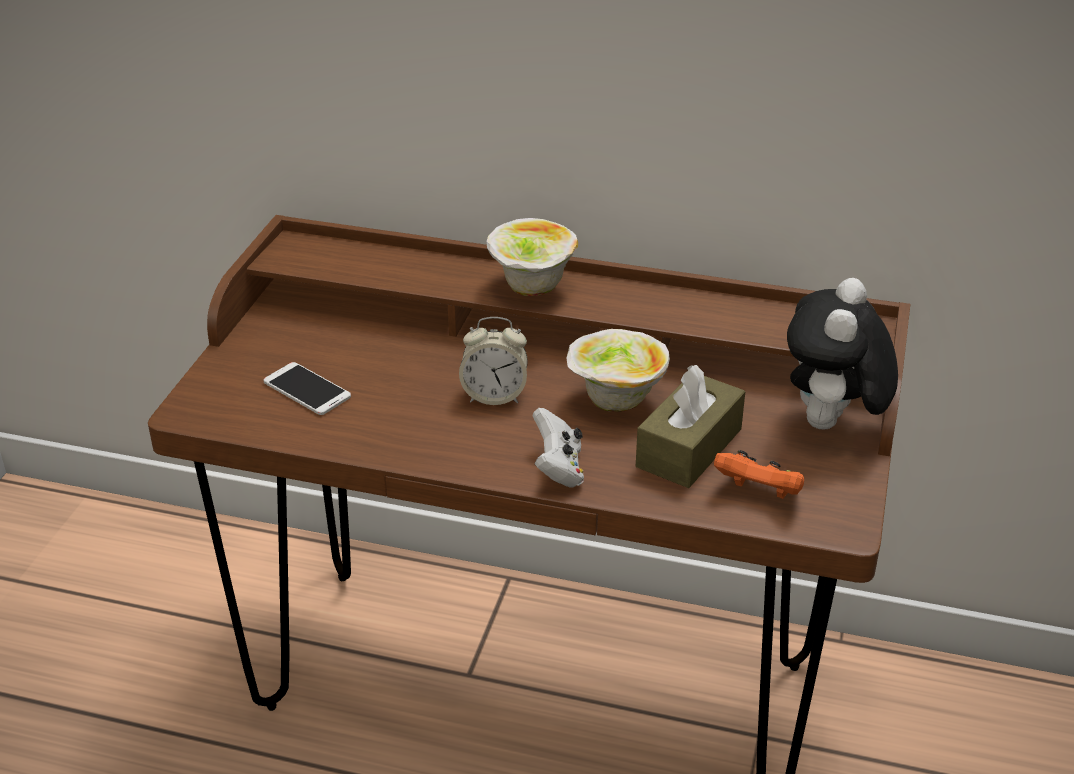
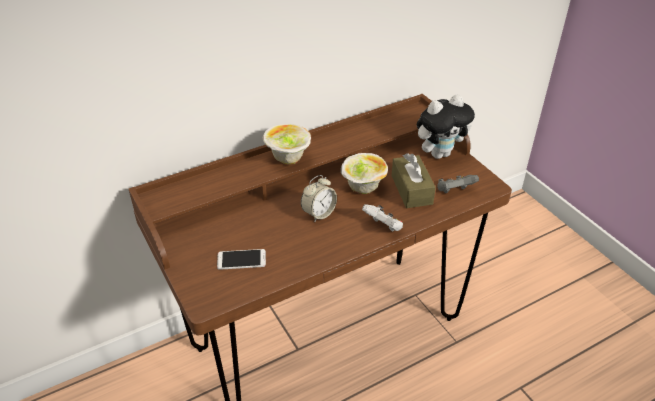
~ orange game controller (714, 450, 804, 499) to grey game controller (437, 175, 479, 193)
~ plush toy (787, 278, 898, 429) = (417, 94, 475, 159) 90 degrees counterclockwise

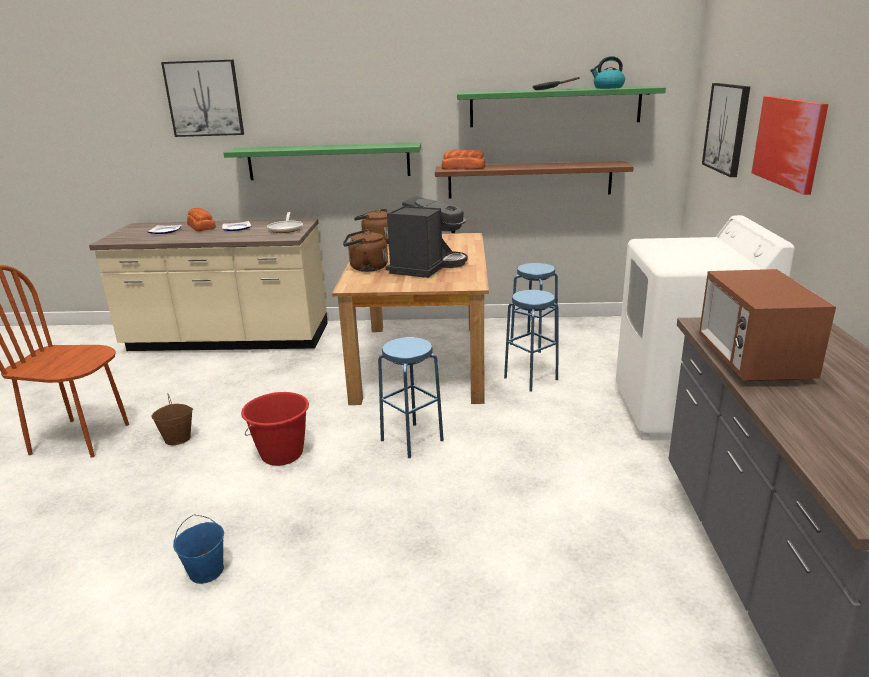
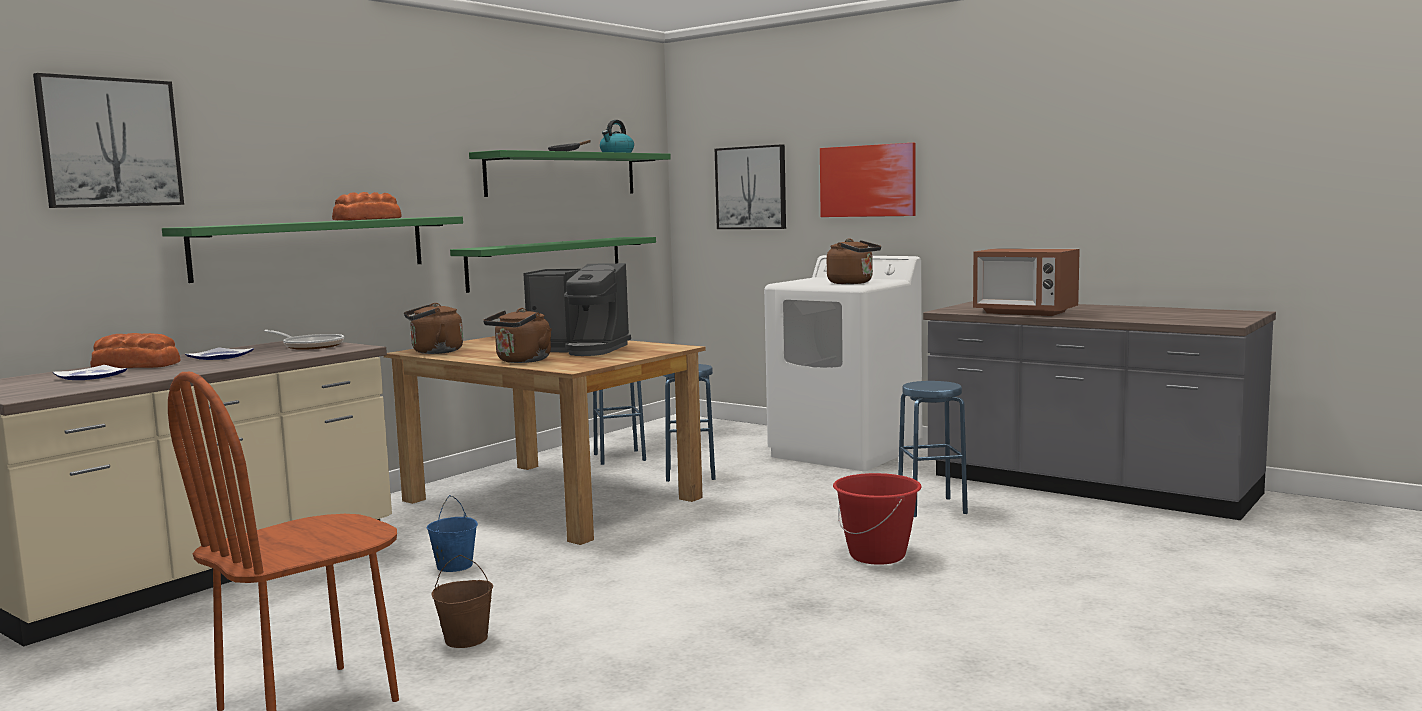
~ blue bucket (173, 515, 224, 584) to (427, 495, 478, 572)
~ red bucket (241, 392, 309, 466) to (833, 473, 922, 565)
~ blue stool (378, 337, 444, 458) to (898, 381, 968, 517)
~ coffee machine (386, 196, 468, 278) = (523, 263, 631, 356) 135 degrees clockwise
~ brown shelf (435, 161, 634, 198) to green shelf (450, 237, 656, 293)
~ bread (442, 149, 485, 170) to (332, 192, 401, 220)
+ brown kettle (827, 238, 881, 284)

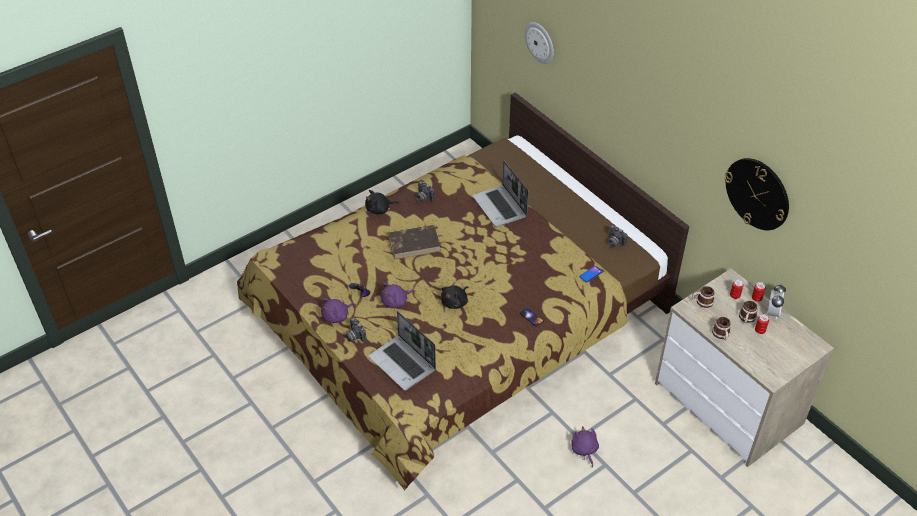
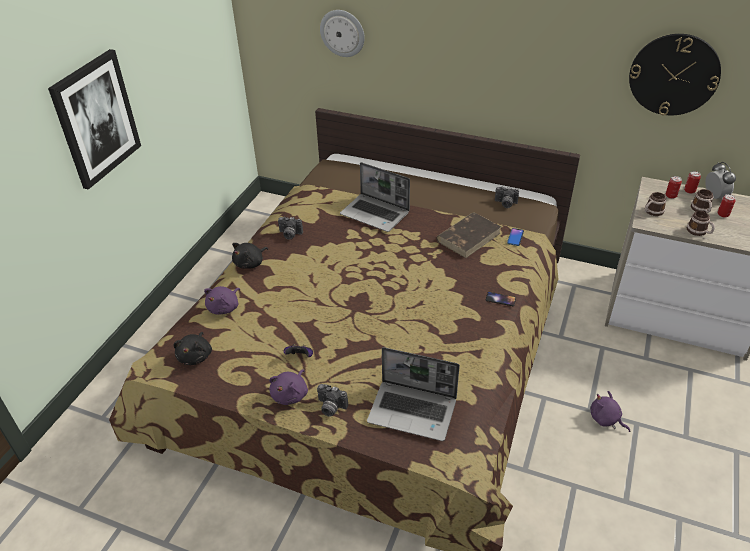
~ purple plush toy (381, 283, 415, 308) to (204, 286, 240, 315)
~ brown book (388, 225, 441, 259) to (436, 212, 501, 258)
~ black plush toy (441, 285, 469, 309) to (173, 332, 212, 365)
+ picture (48, 49, 141, 190)

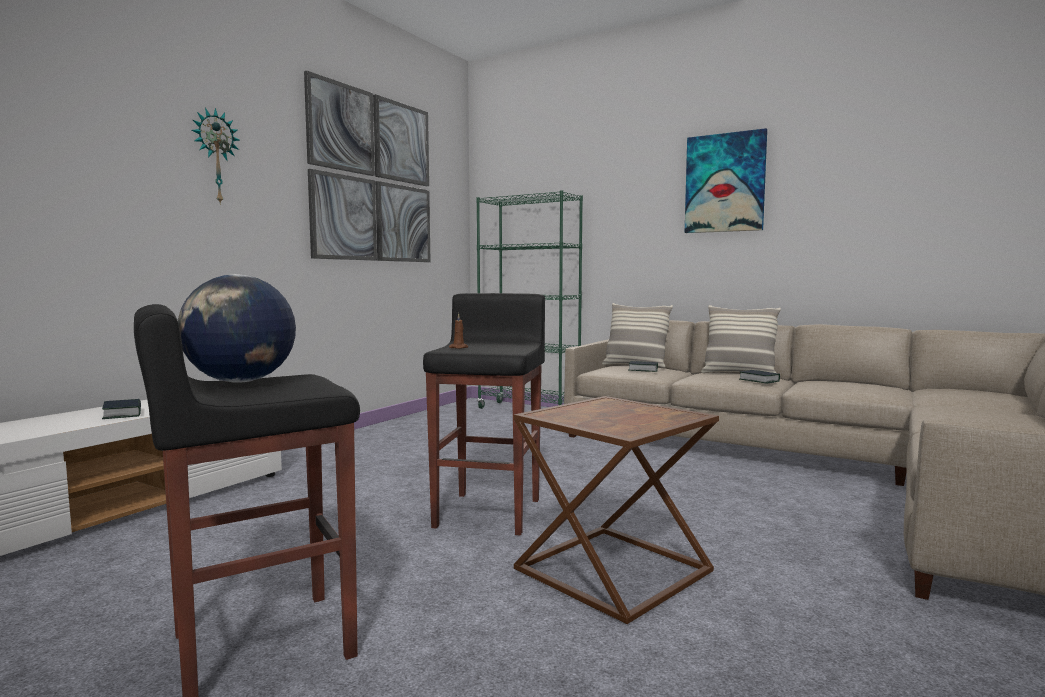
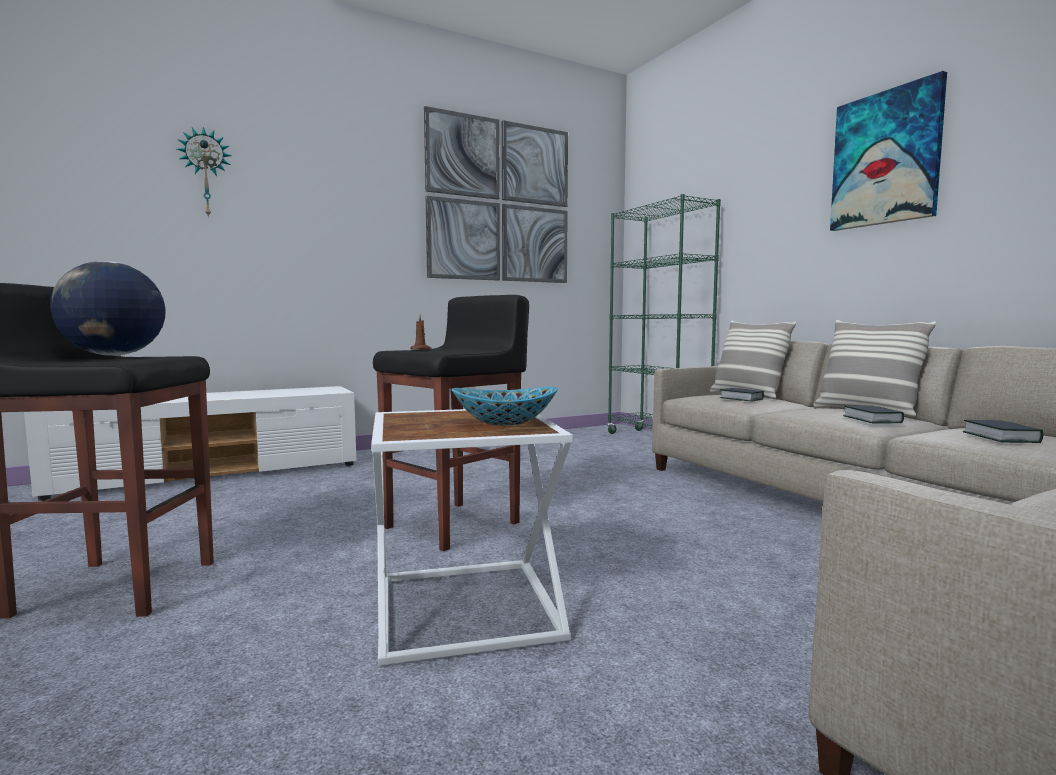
~ book (102, 399, 141, 419) to (963, 420, 1043, 443)
~ wall clock (192, 108, 239, 205) to (177, 127, 232, 218)
~ brown side table (513, 396, 719, 624) to white side table (371, 409, 573, 666)
+ bowl (452, 386, 558, 425)

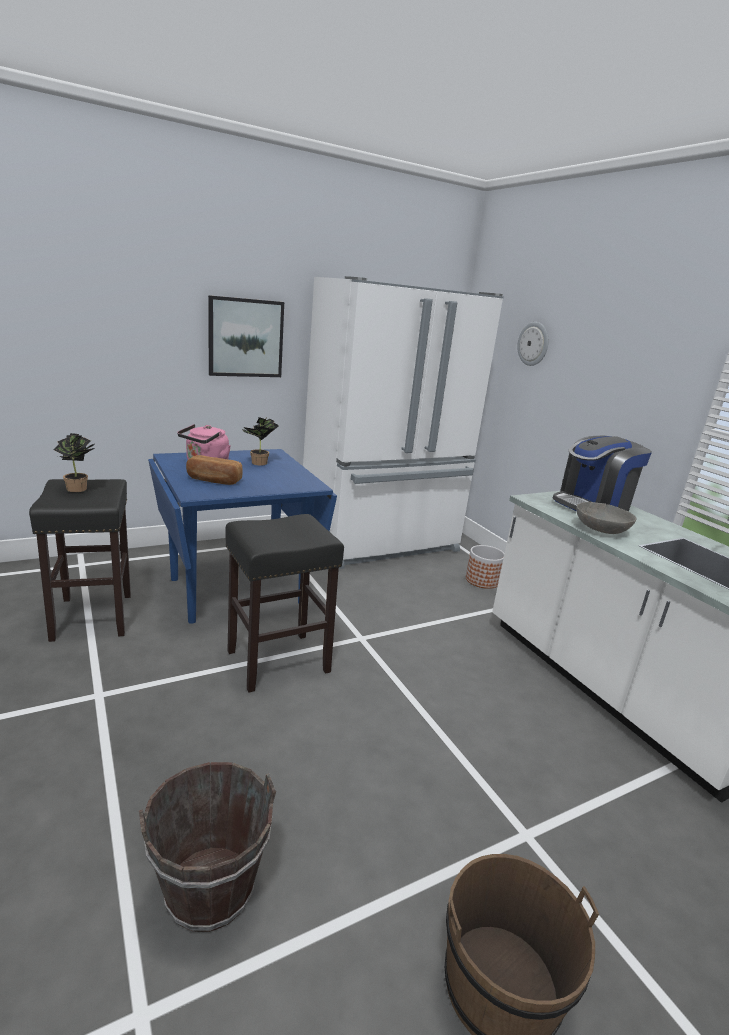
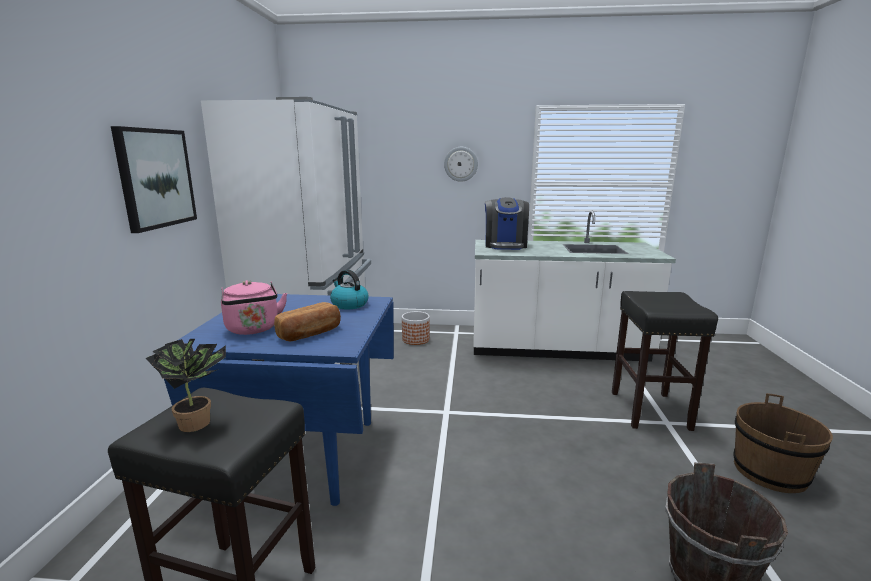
~ black stool (225, 514, 344, 693) to (612, 291, 718, 431)
- potted plant (242, 417, 279, 466)
~ wall clock (517, 322, 548, 366) to (444, 147, 478, 182)
- grey bowl (576, 502, 636, 534)
+ kettle (330, 270, 369, 310)

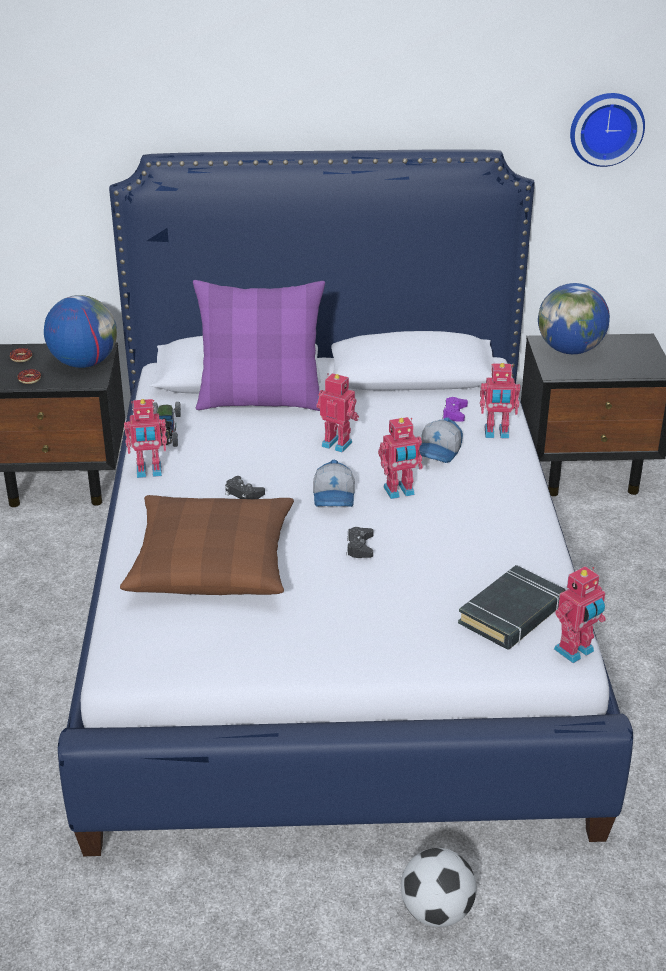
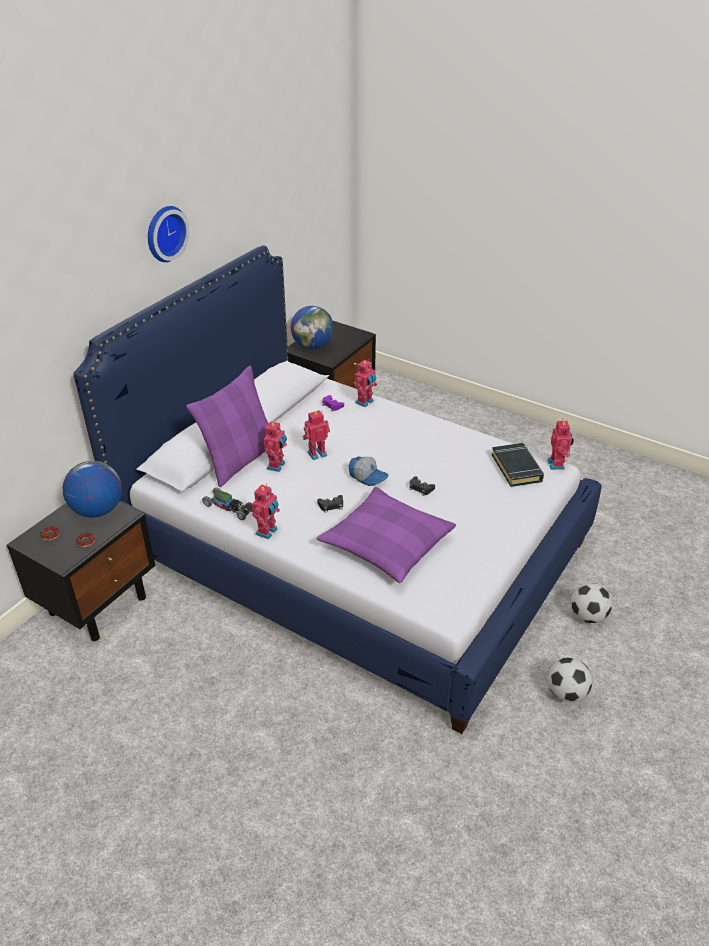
~ brown pillow (120, 495, 294, 595) to purple pillow (317, 487, 456, 583)
~ toy robot (378, 417, 423, 499) to (264, 420, 287, 472)
- cap (419, 417, 463, 463)
~ wall clock (570, 93, 645, 167) to (148, 206, 189, 262)
+ football (547, 657, 592, 702)

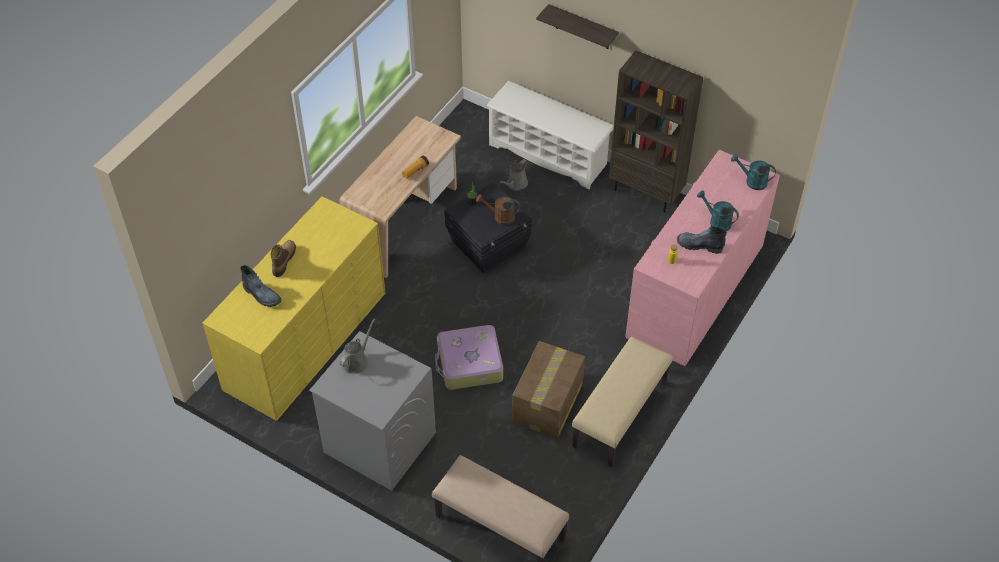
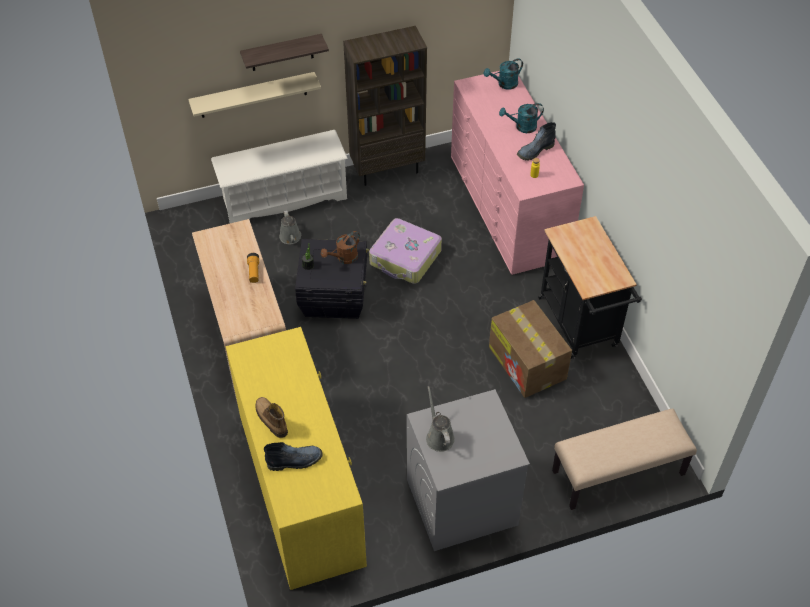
~ suitcase (435, 325, 503, 390) to (369, 218, 442, 284)
~ beige bench (572, 336, 673, 467) to black cart (538, 216, 642, 359)
+ beige shelf (188, 72, 321, 118)

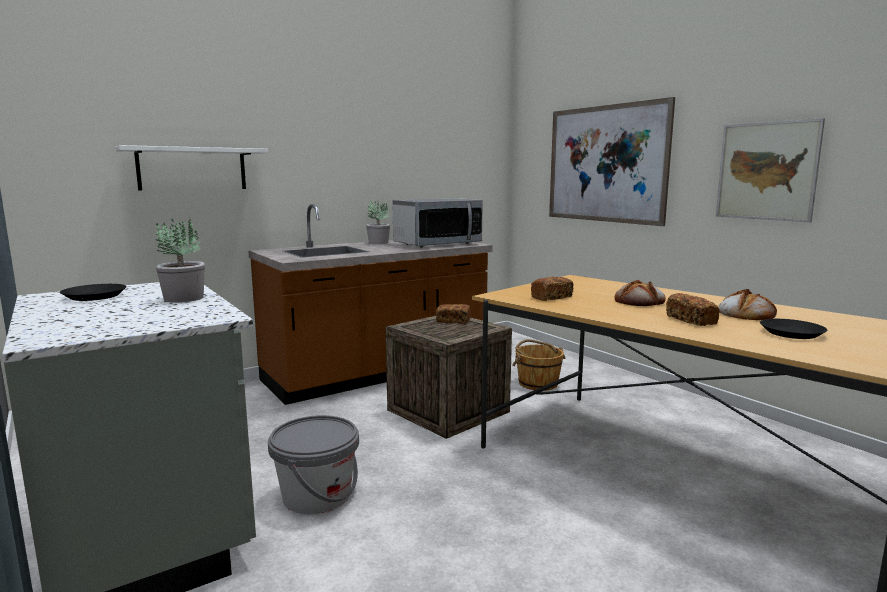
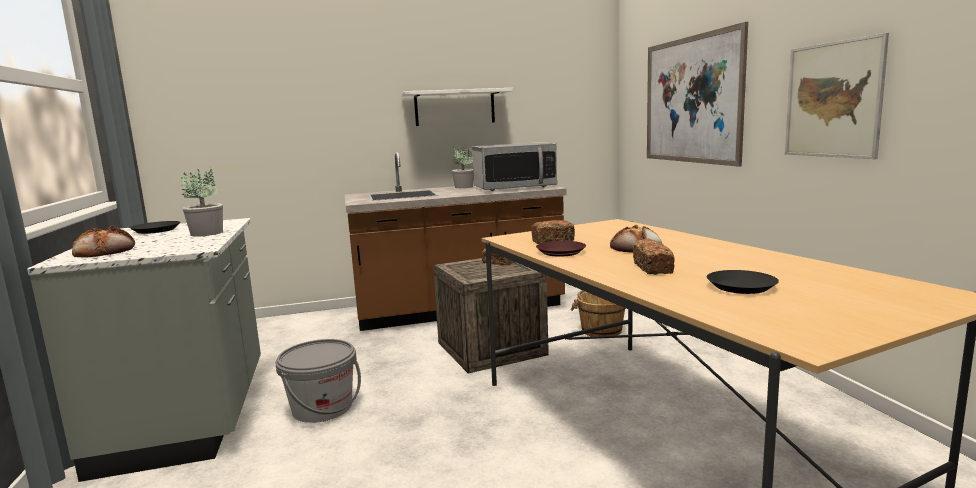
~ white shelf (115, 145, 268, 191) to (401, 88, 513, 126)
~ bread (718, 289, 777, 320) to (72, 225, 135, 258)
+ brown plate (536, 241, 586, 257)

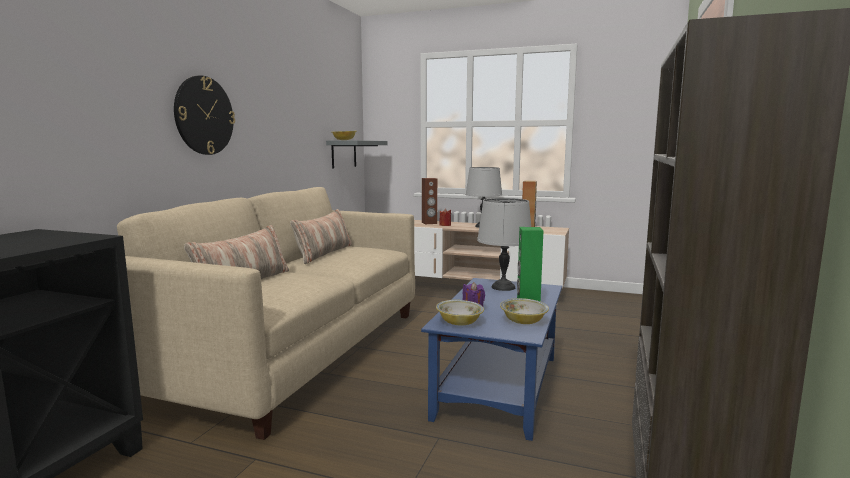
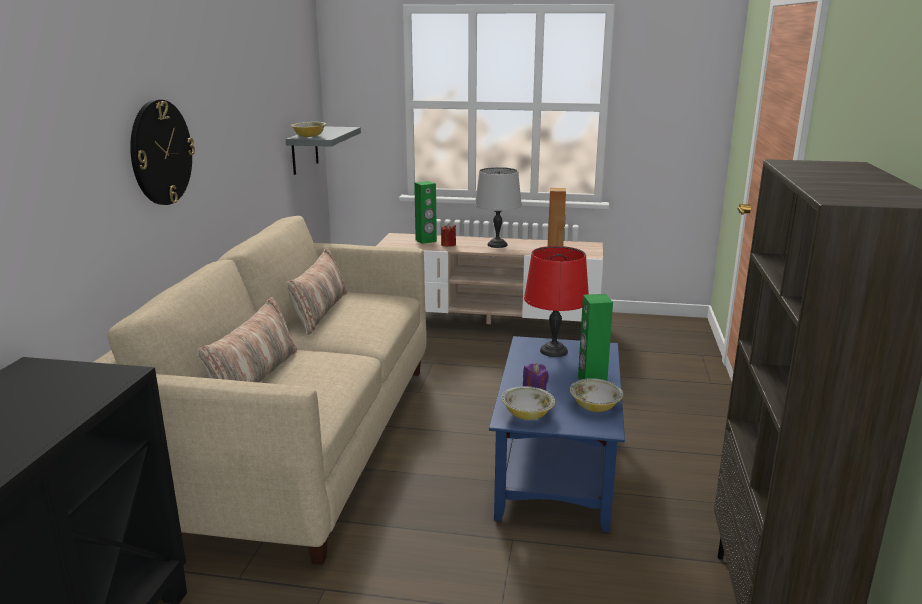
~ brown speaker (422, 178, 437, 224) to green speaker (414, 181, 437, 244)
~ grey table lamp (477, 198, 531, 291) to red table lamp (524, 246, 589, 357)

